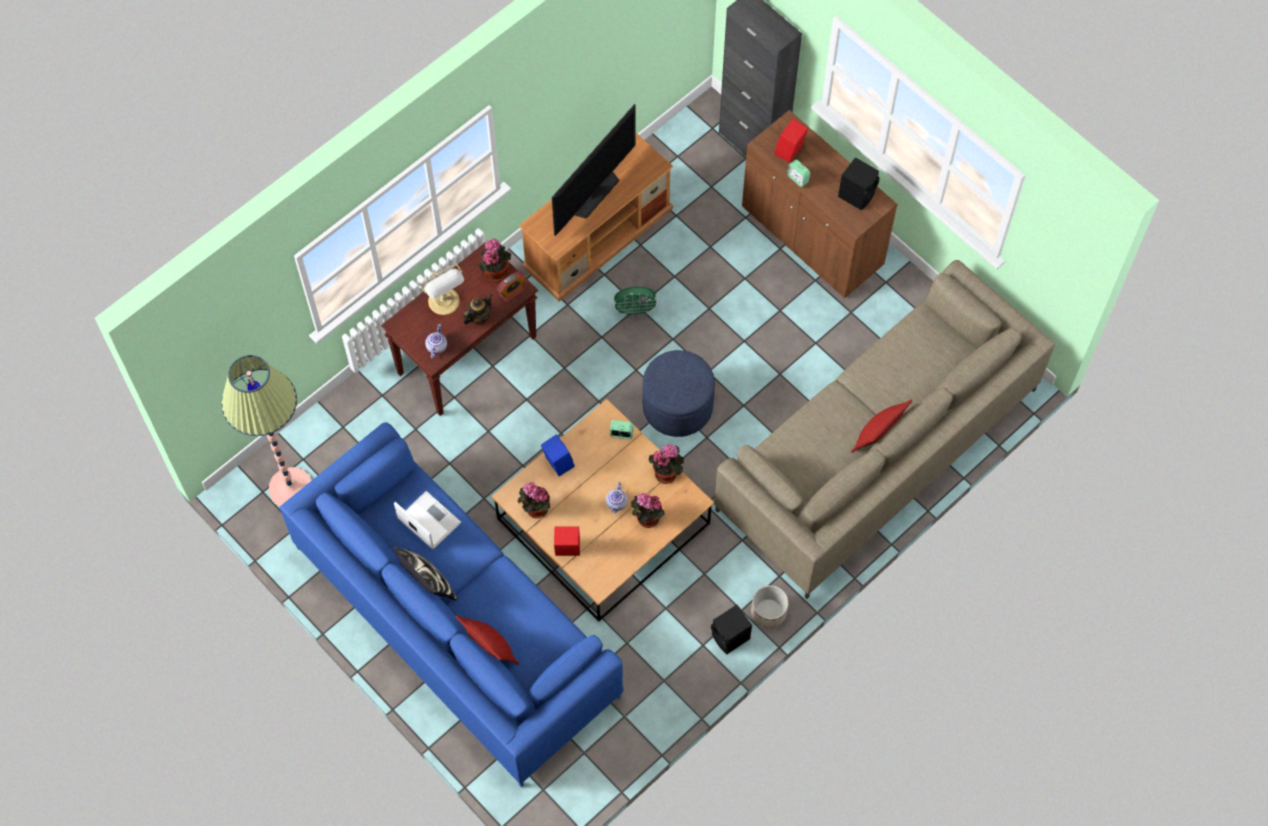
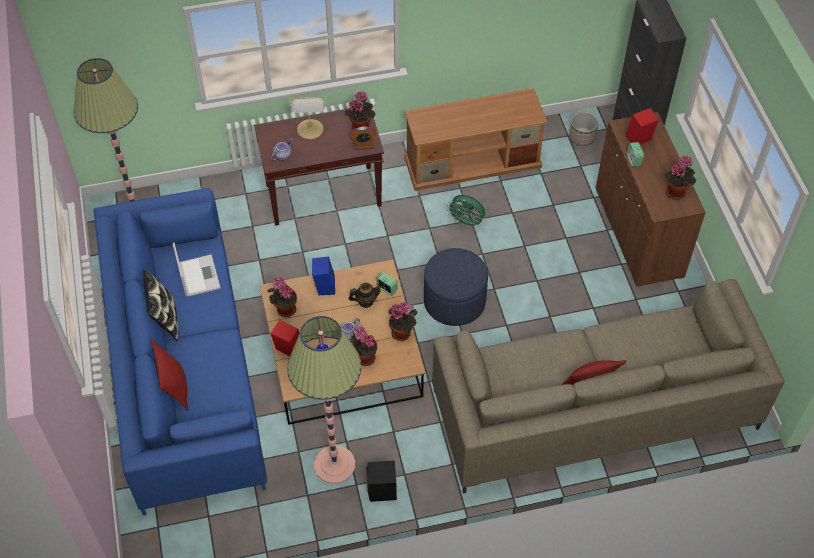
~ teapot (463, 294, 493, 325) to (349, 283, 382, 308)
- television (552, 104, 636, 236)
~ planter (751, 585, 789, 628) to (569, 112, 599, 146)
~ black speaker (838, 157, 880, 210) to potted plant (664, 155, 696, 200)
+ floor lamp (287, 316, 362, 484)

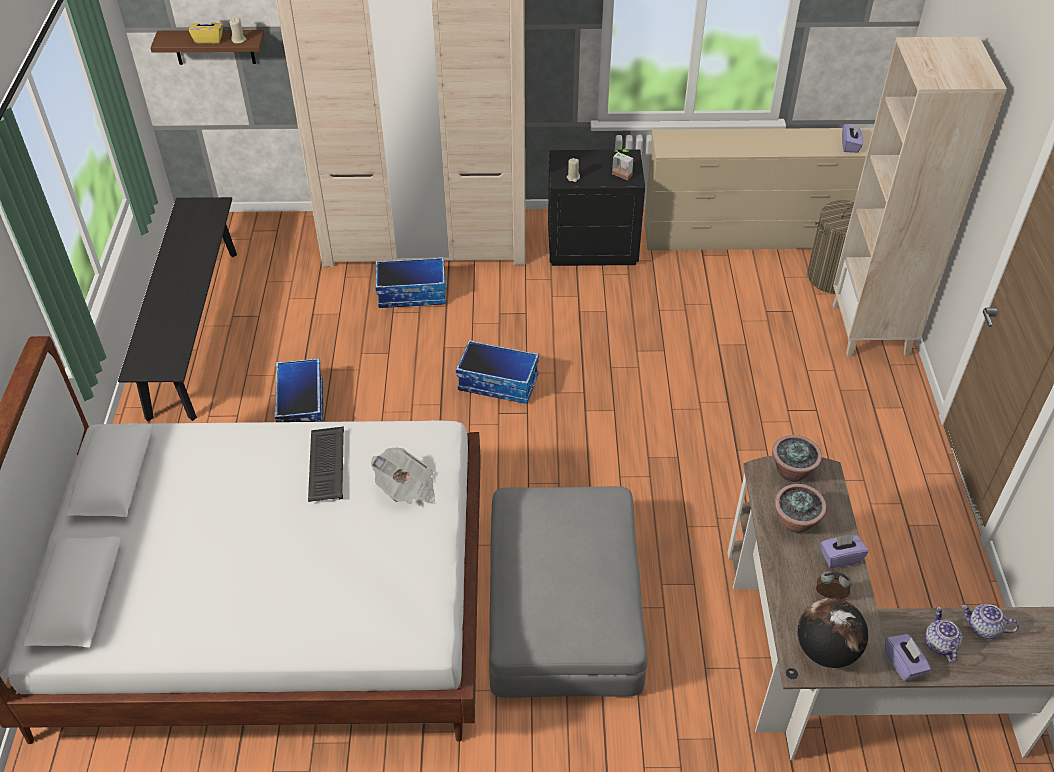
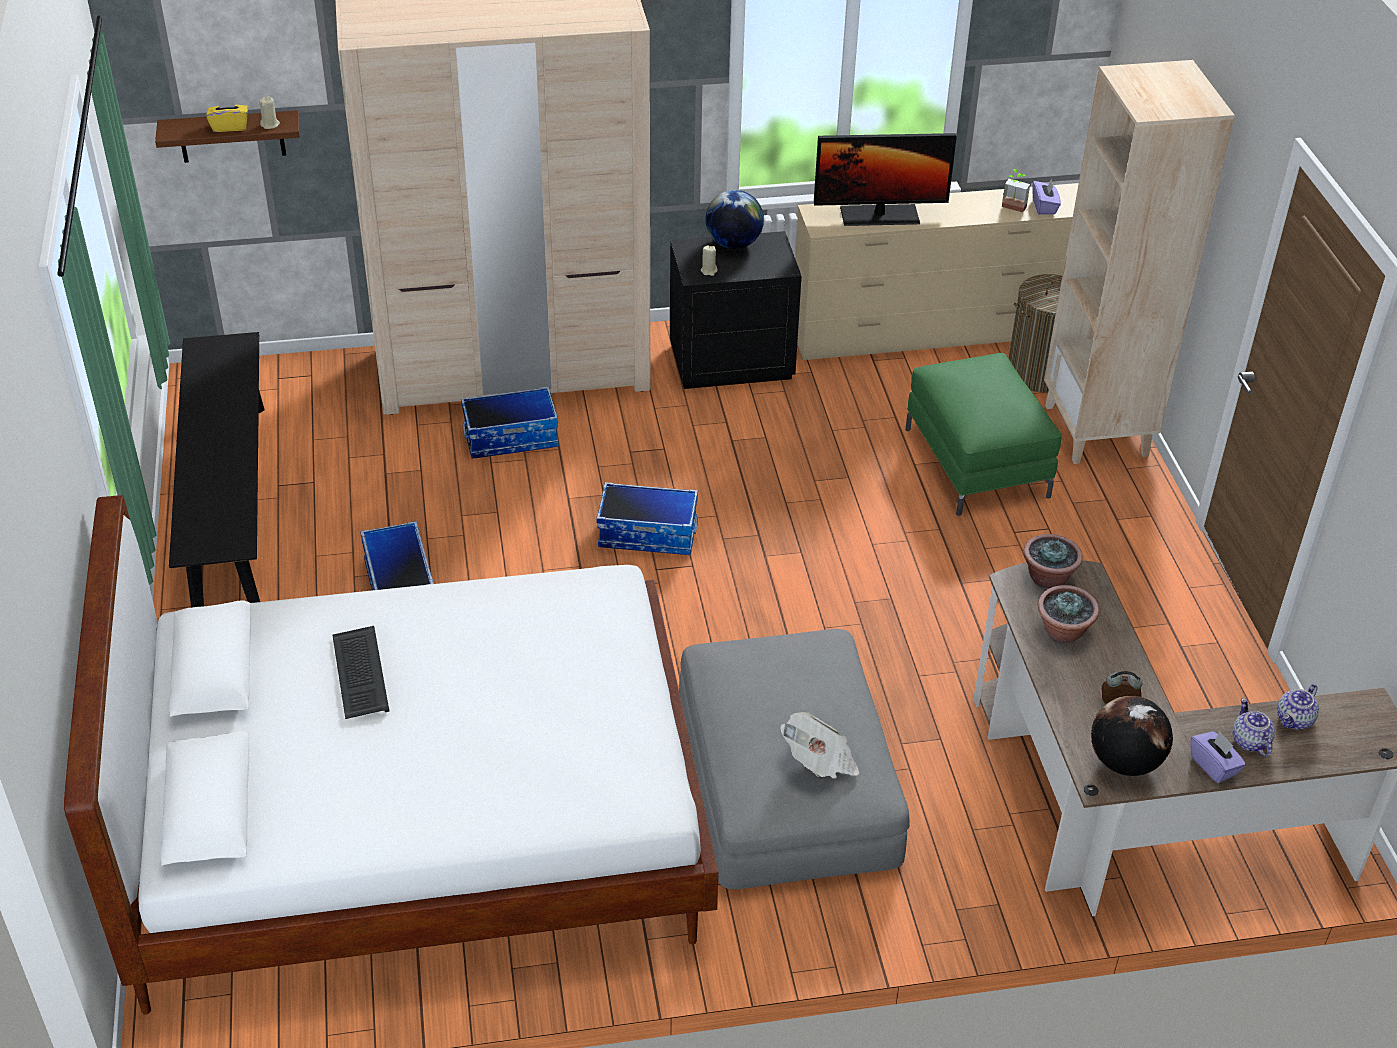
~ keyboard (308, 426, 344, 502) to (332, 626, 390, 719)
~ newspaper (371, 448, 435, 504) to (780, 712, 860, 779)
~ potted plant (612, 145, 634, 180) to (1002, 169, 1030, 212)
- purple tissue box (820, 535, 868, 568)
~ teapot (961, 604, 1019, 639) = (1277, 684, 1319, 729) 60 degrees counterclockwise
+ globe (706, 190, 764, 249)
+ monitor (814, 133, 957, 226)
+ green ottoman (905, 353, 1061, 516)

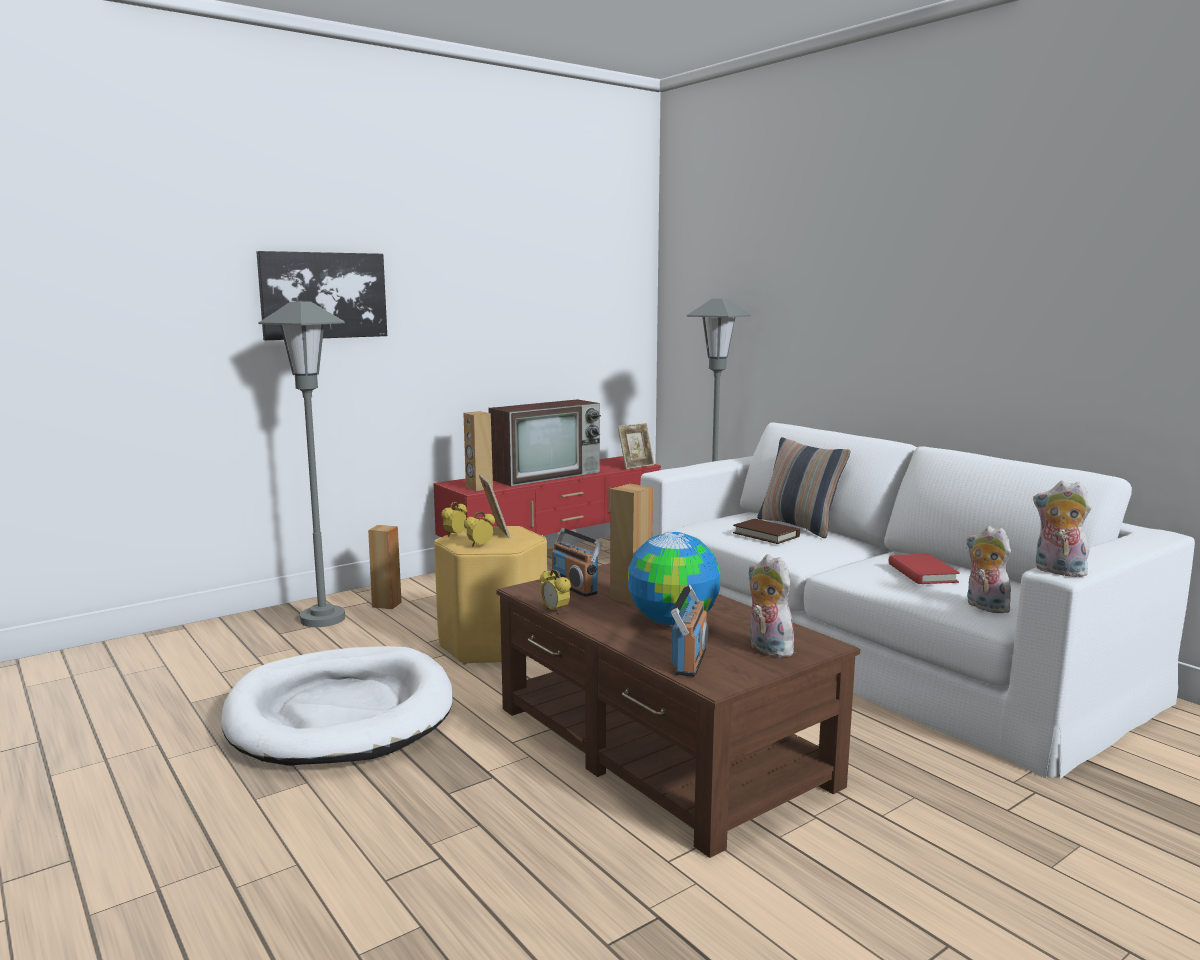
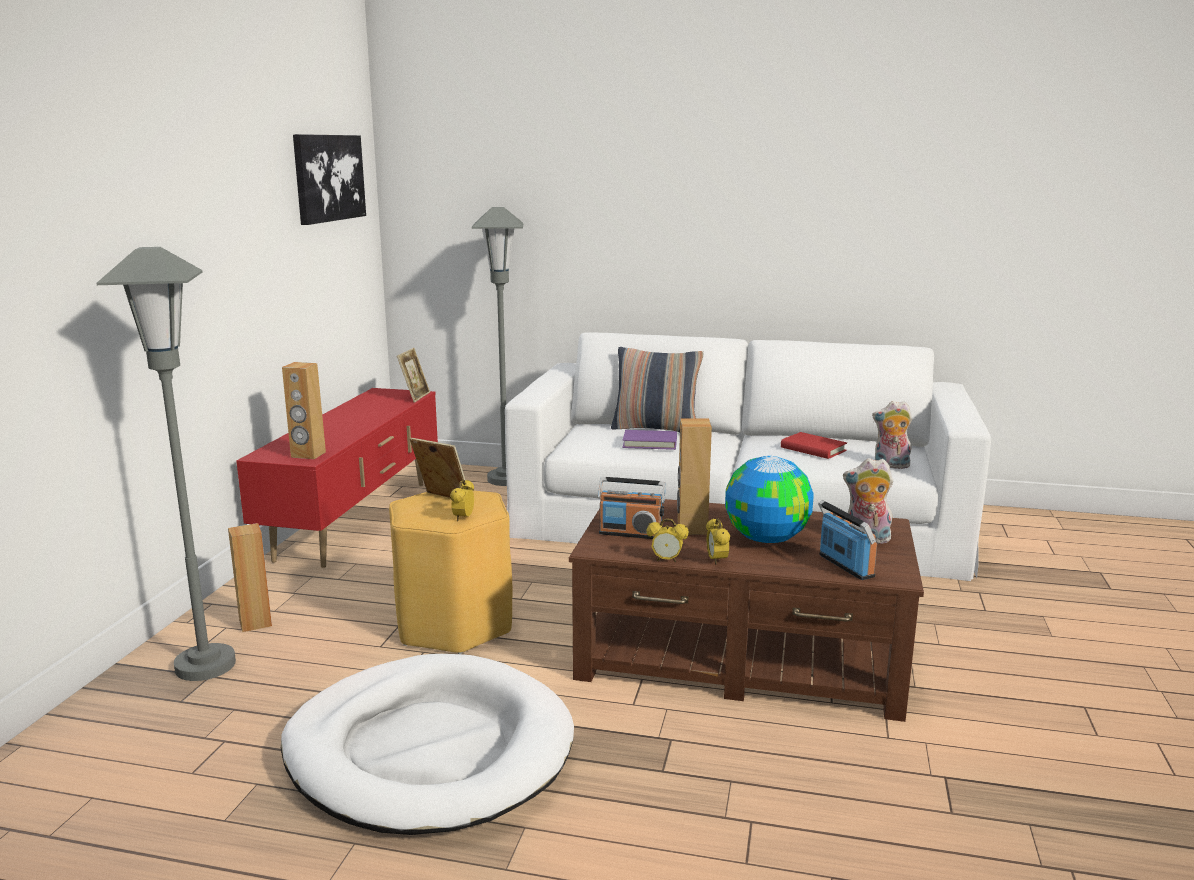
~ picture (256, 251, 387, 340) to (293, 134, 366, 225)
~ alarm clock (441, 502, 467, 537) to (706, 518, 730, 565)
- television (488, 399, 601, 486)
~ brown book (733, 519, 800, 544) to purple book (623, 430, 677, 450)
- plush toy (1033, 481, 1093, 577)

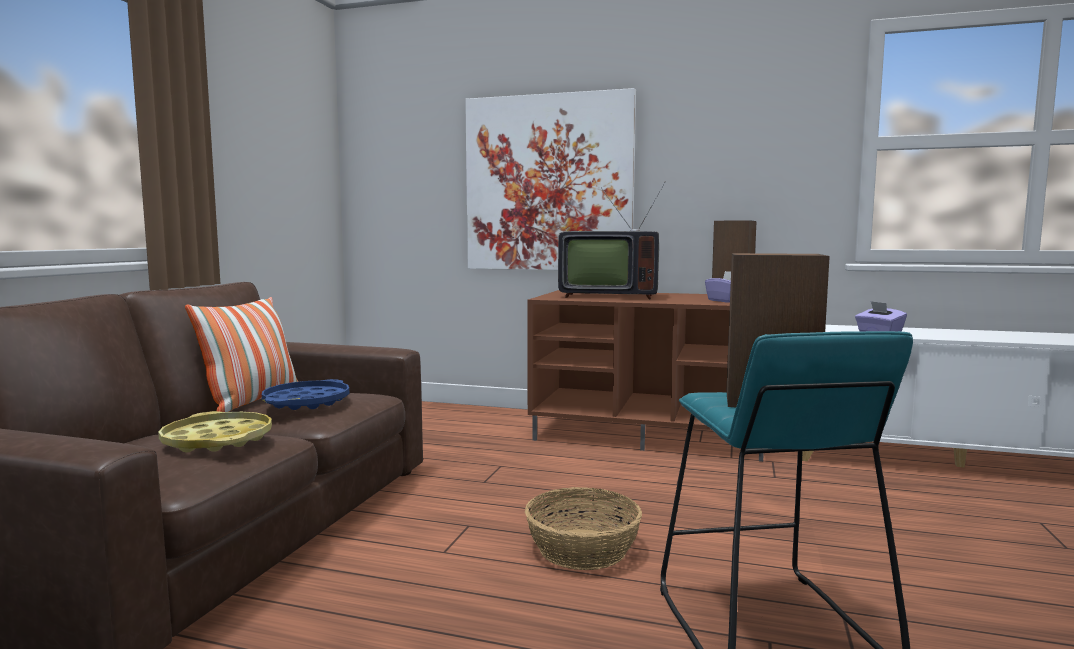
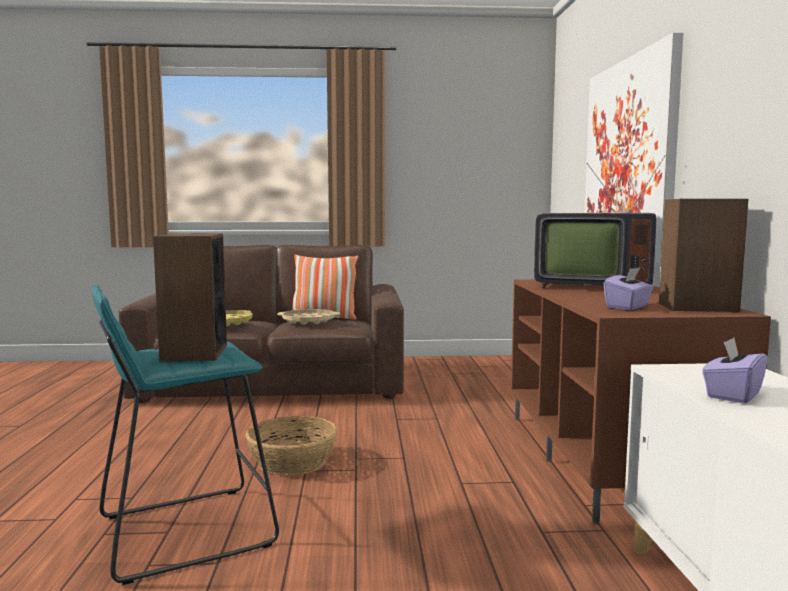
~ blue tray (262, 379, 349, 410) to beige tray (277, 309, 340, 325)
~ television (558, 182, 665, 299) = (534, 155, 666, 288) 60 degrees counterclockwise

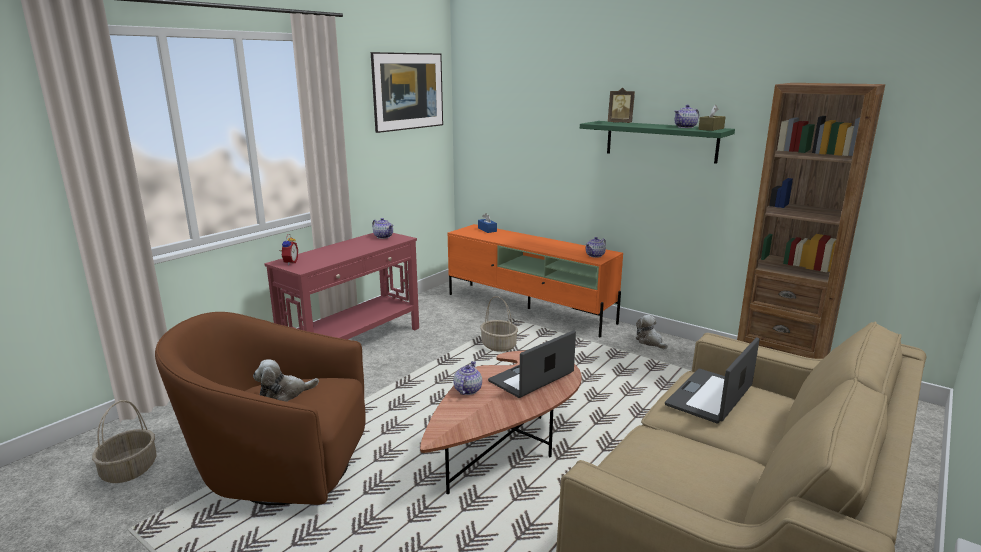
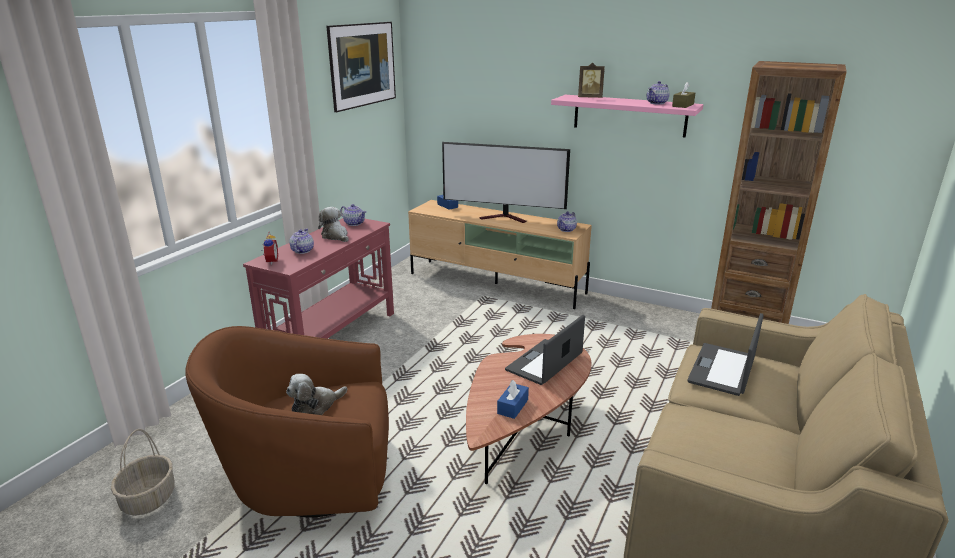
~ orange tv stand (448, 224, 623, 337) to beige tv stand (408, 200, 592, 309)
~ teapot (453, 361, 482, 395) to (289, 229, 314, 254)
- basket (480, 296, 518, 352)
~ green shelf (580, 121, 735, 164) to pink shelf (551, 95, 703, 138)
~ plush toy (635, 315, 668, 349) to (318, 207, 349, 242)
+ television (442, 142, 570, 223)
+ blue tissue box (497, 380, 529, 419)

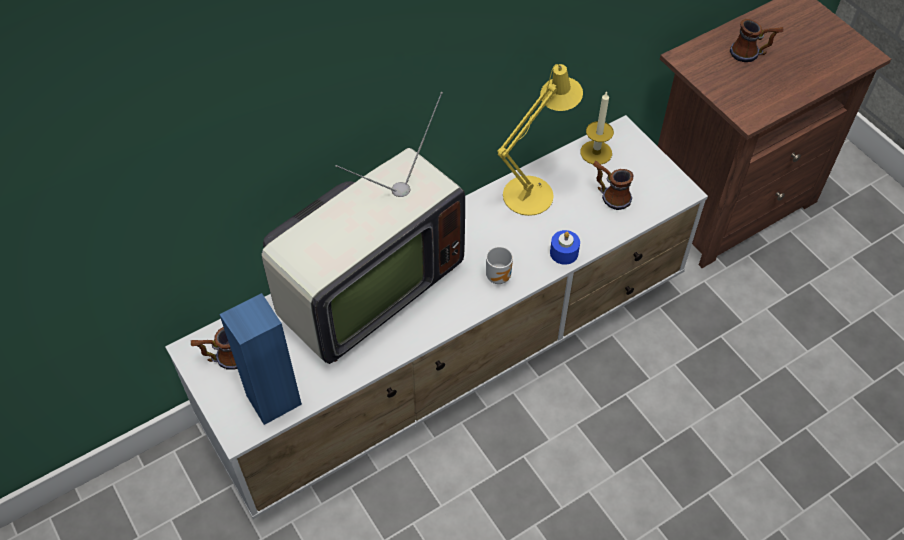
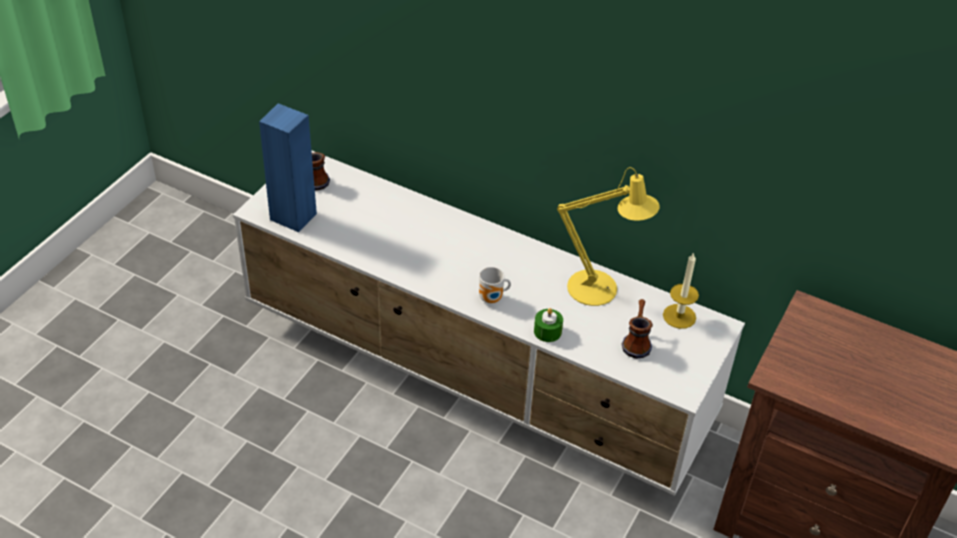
- television (261, 92, 465, 364)
~ blue candle (550, 230, 580, 265) to green candle (534, 308, 563, 342)
- mug (730, 19, 783, 62)

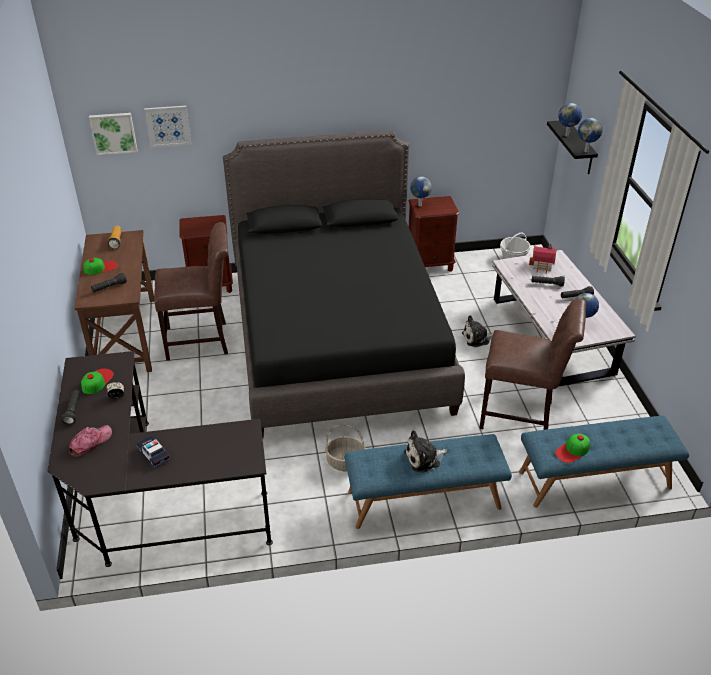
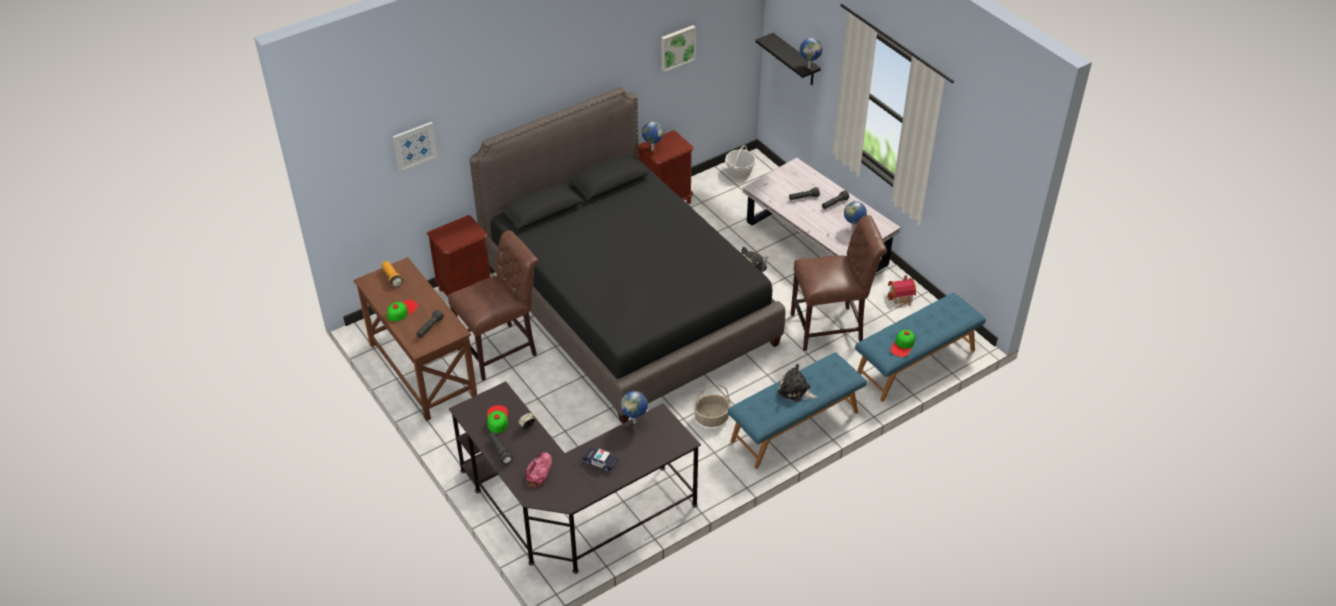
~ picture (89, 113, 137, 155) to (661, 25, 696, 72)
~ plush toy (404, 430, 447, 473) = (778, 364, 818, 402) 75 degrees clockwise
~ toy house (529, 244, 557, 274) to (887, 275, 916, 307)
~ globe (558, 103, 582, 137) to (621, 391, 648, 424)

